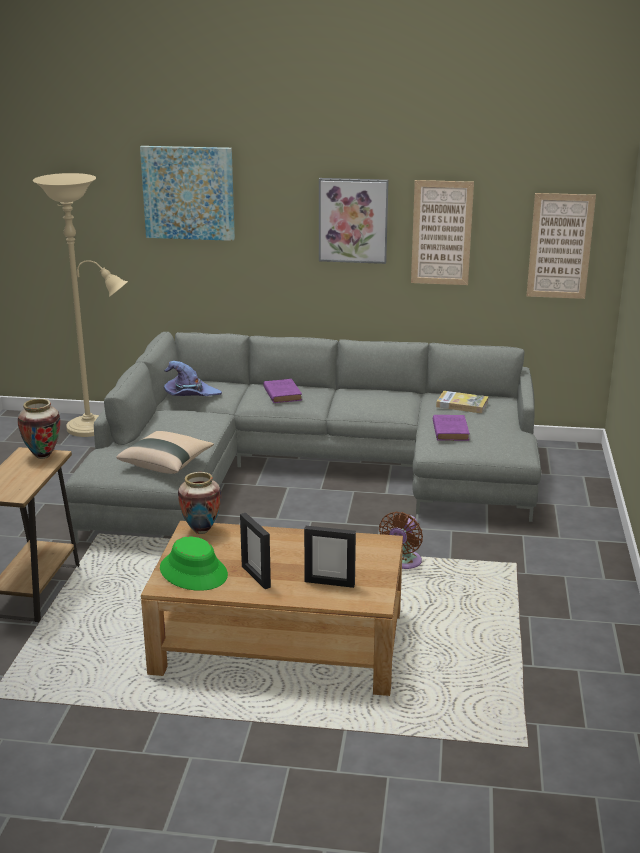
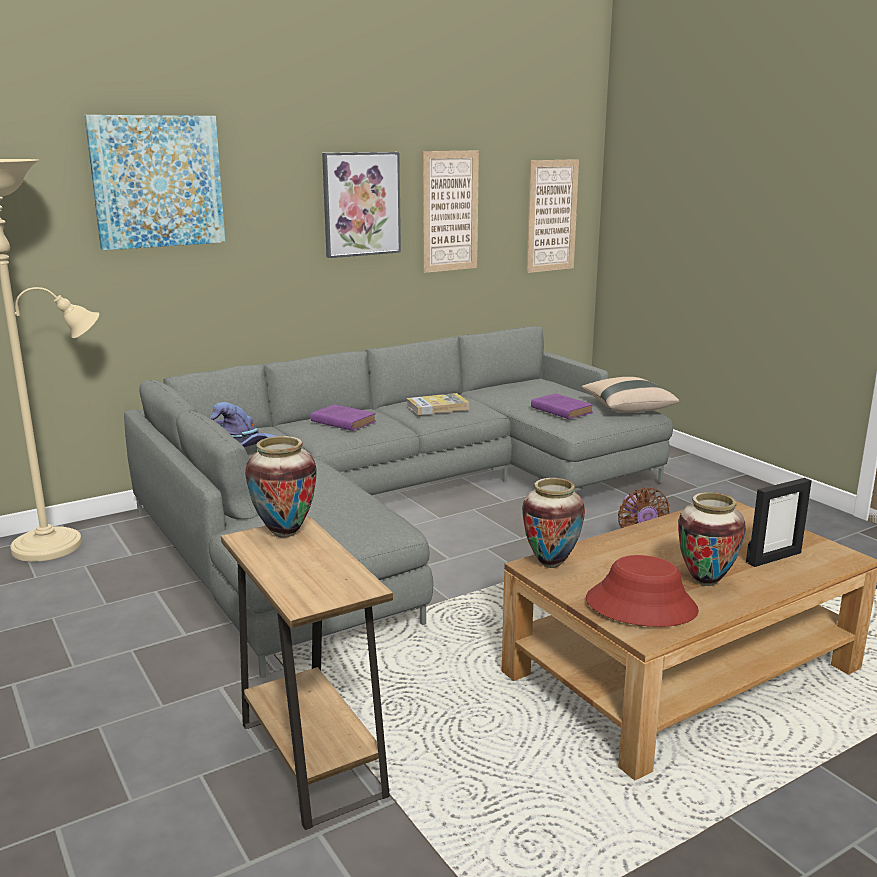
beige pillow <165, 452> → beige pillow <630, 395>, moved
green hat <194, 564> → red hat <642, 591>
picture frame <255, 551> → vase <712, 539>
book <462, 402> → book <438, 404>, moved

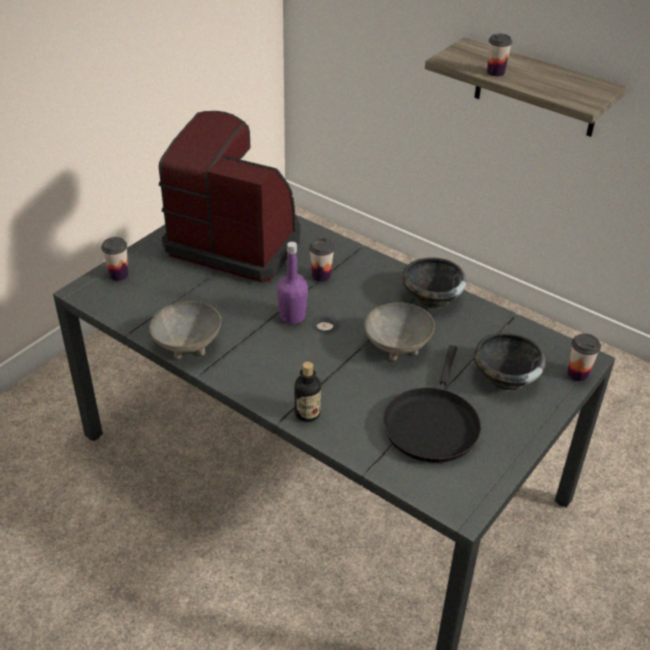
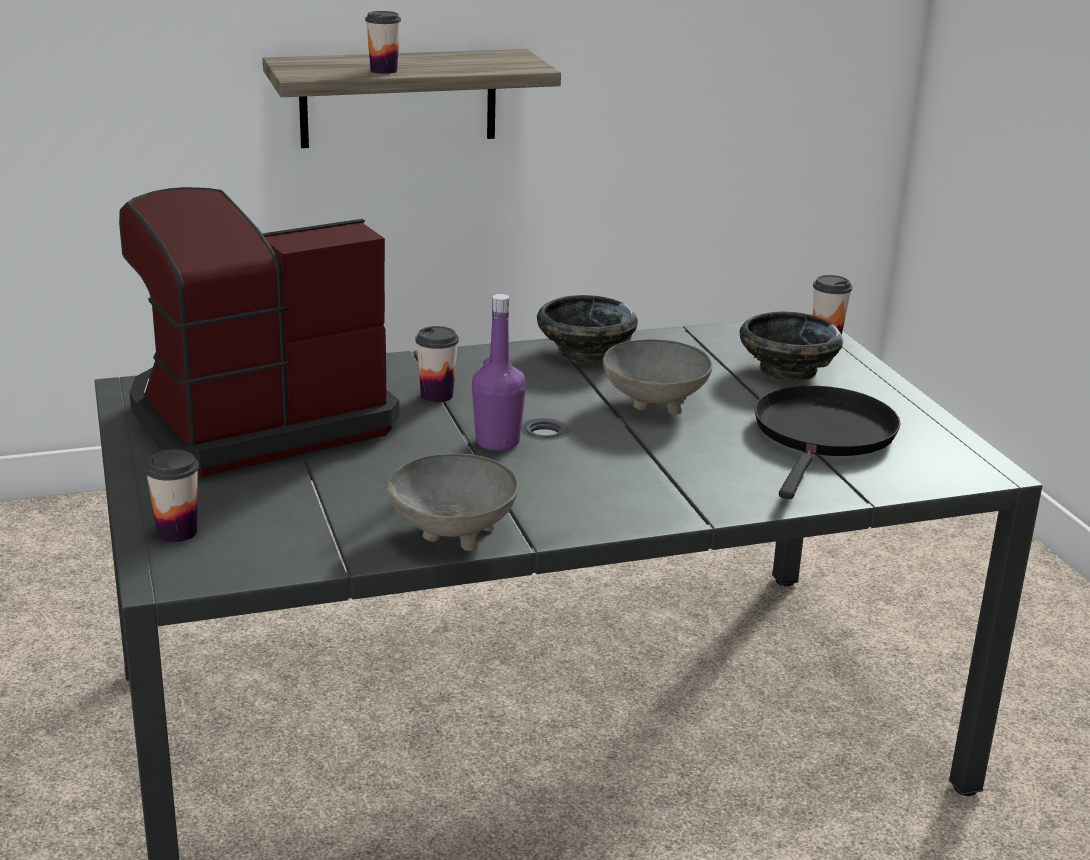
bottle <308, 392> → -
black frying pan <432, 404> → black frying pan <828, 442>, 120 degrees counterclockwise

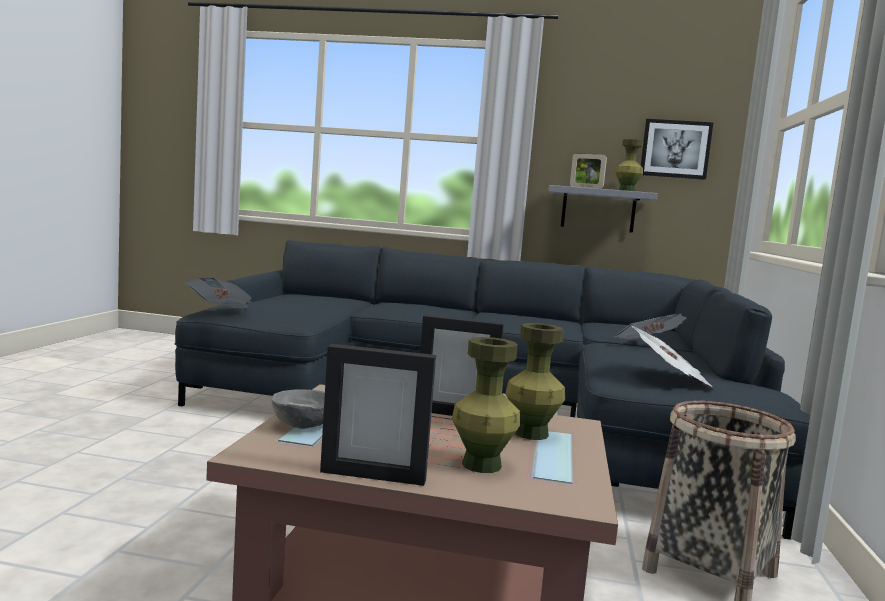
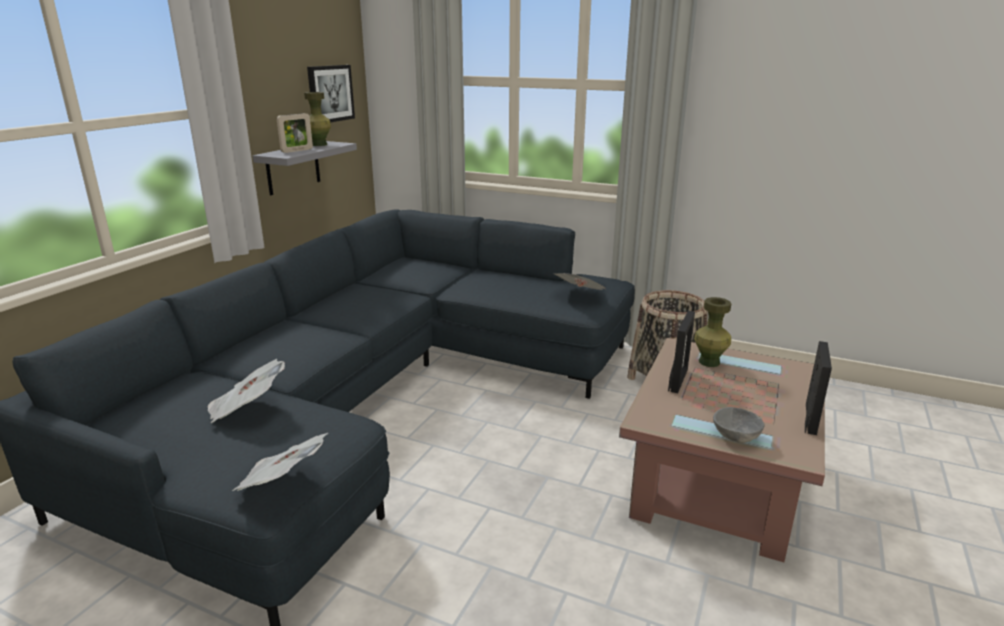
green vase <486, 405> → -
newspaper <650, 326> → newspaper <246, 391>, moved

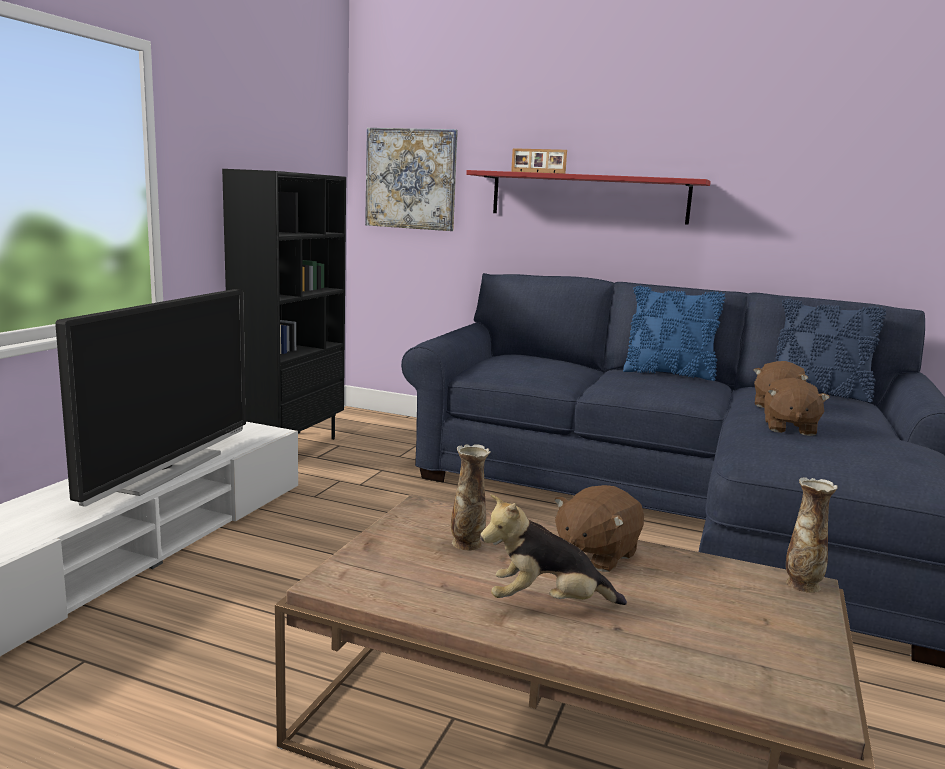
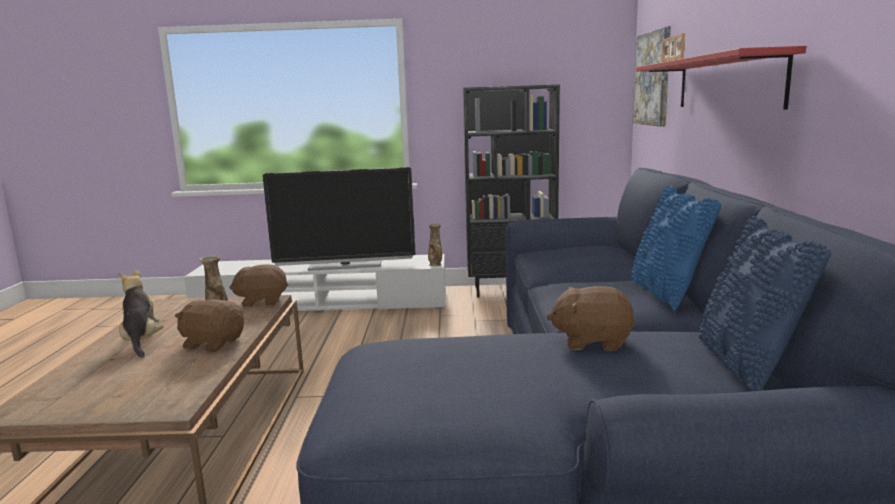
brown plush toy <797, 407> → brown plush toy <258, 285>, moved
vase <812, 535> → vase <435, 244>, moved

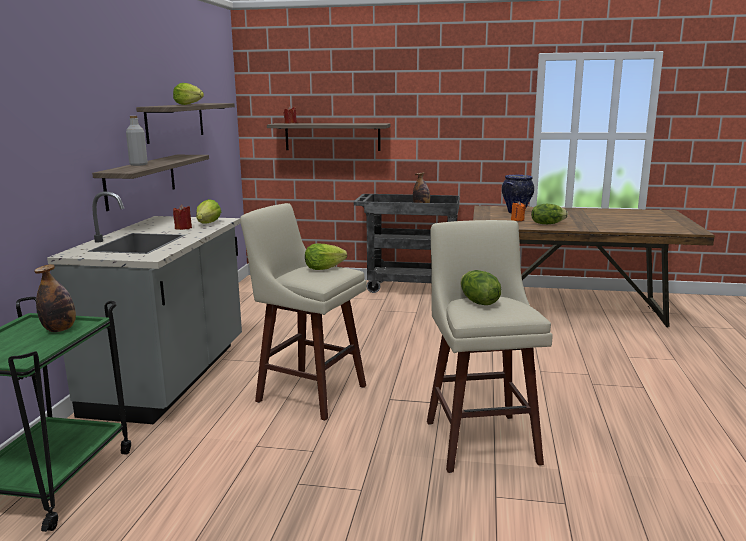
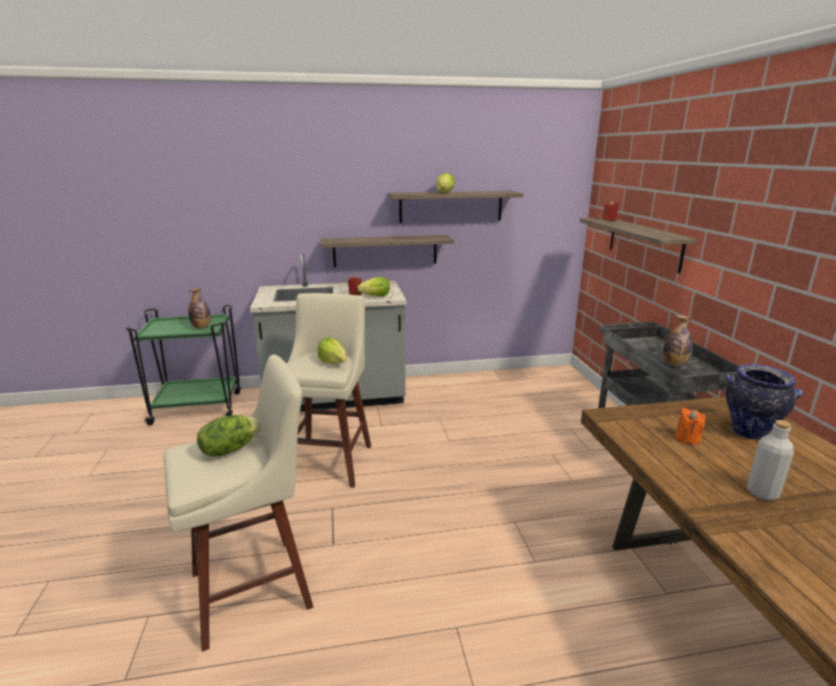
grey bottle <137, 141> → grey bottle <770, 460>, moved
lettuce <549, 214> → -

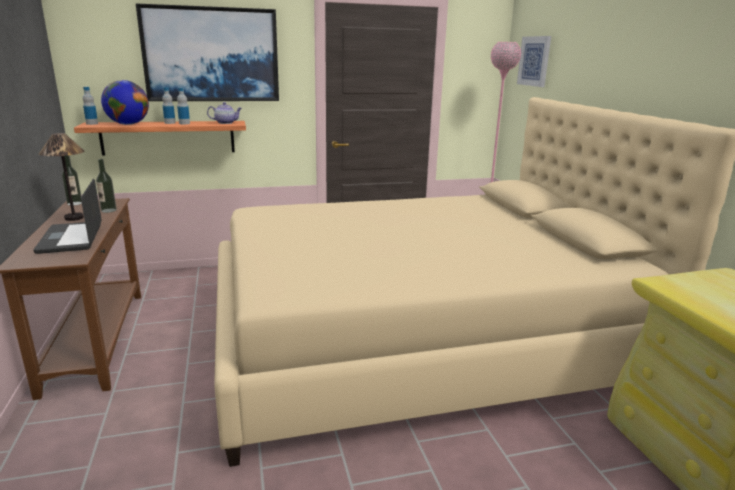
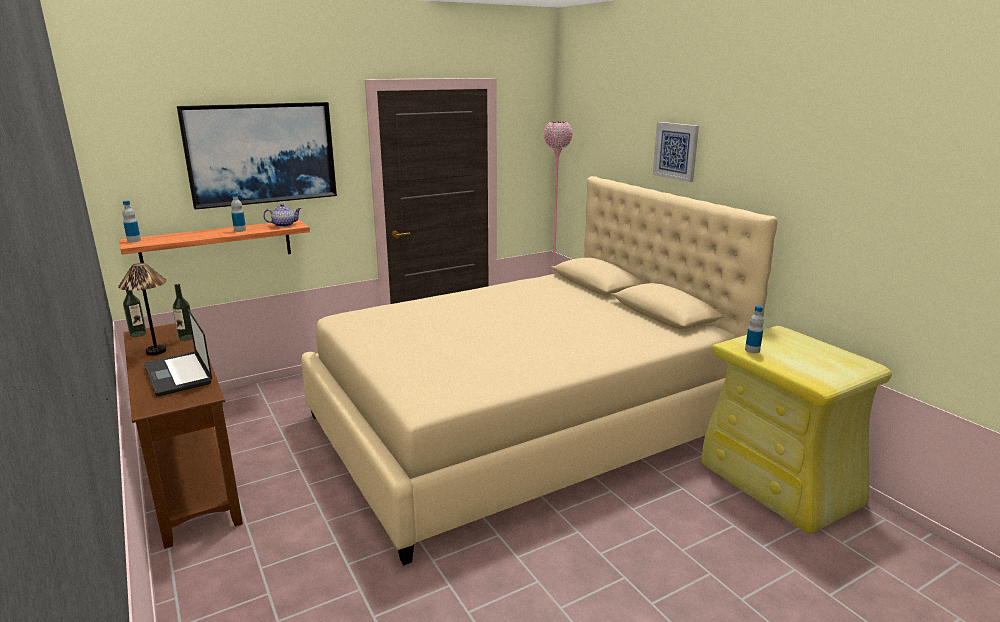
globe <125, 102> → -
bottle <169, 105> → bottle <754, 329>, moved
picture <534, 61> → picture <676, 152>, moved

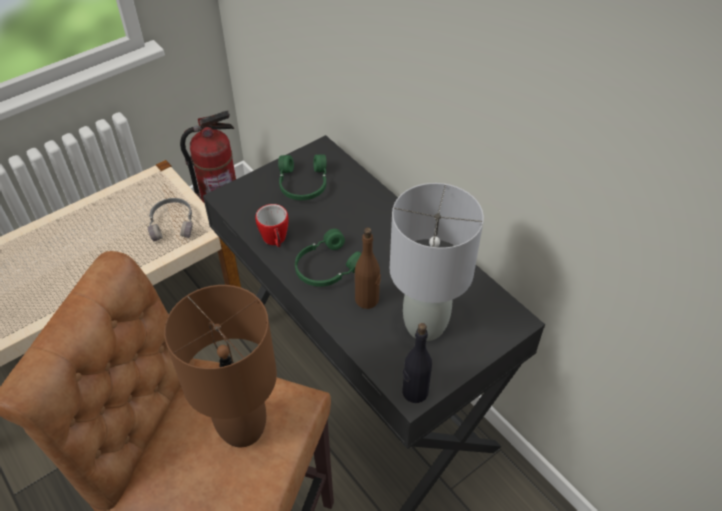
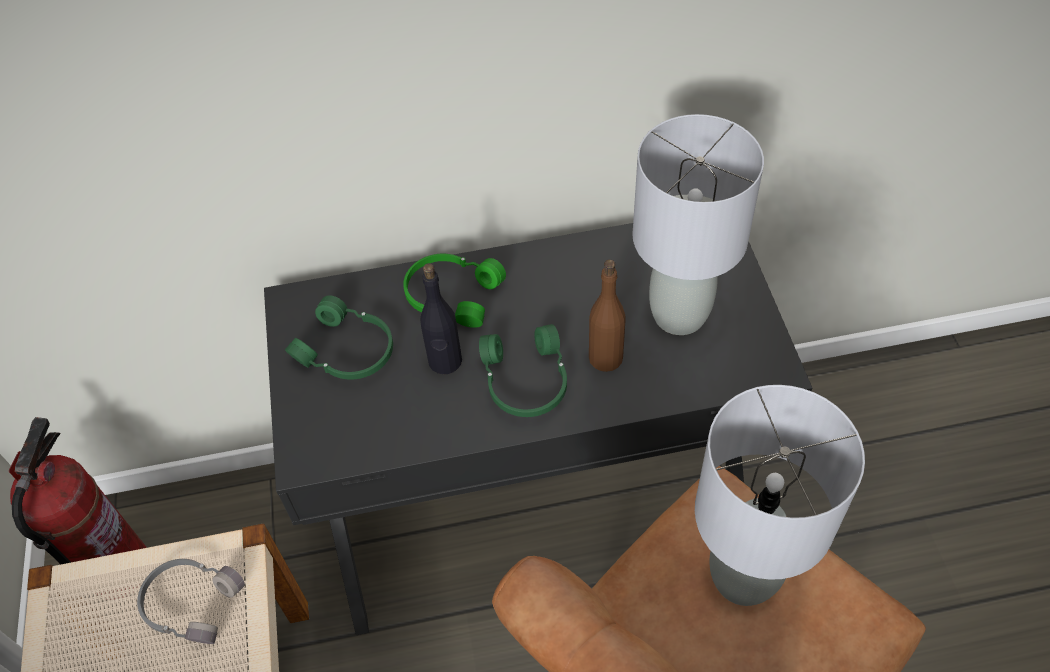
brown table lamp <220, 366> → grey table lamp <780, 495>
mug <272, 225> → -
black bottle <417, 363> → black bottle <441, 319>, moved
- → green headphones <454, 291>

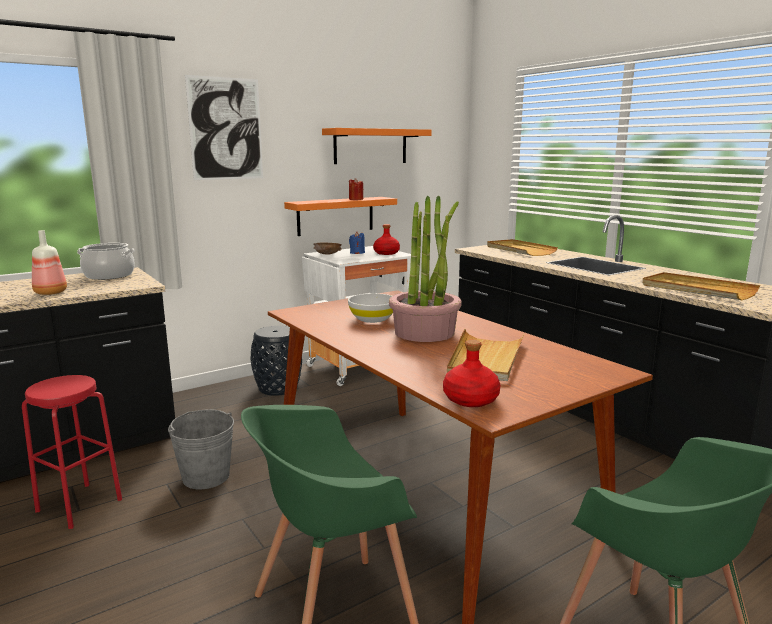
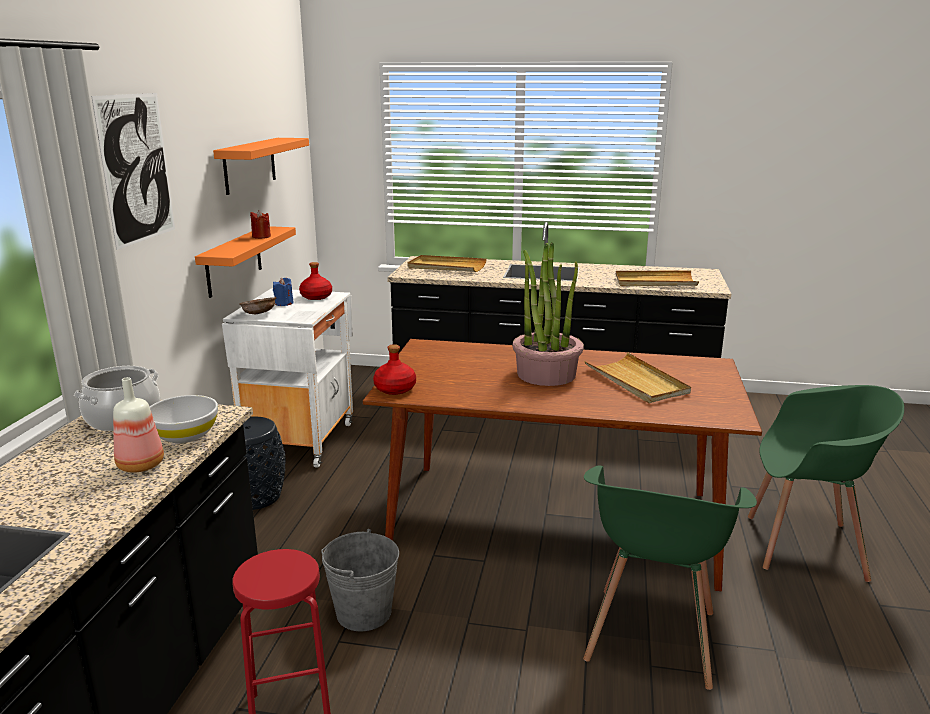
white bowl <370, 308> → white bowl <184, 419>, moved
red bottle <471, 373> → red bottle <394, 369>, moved

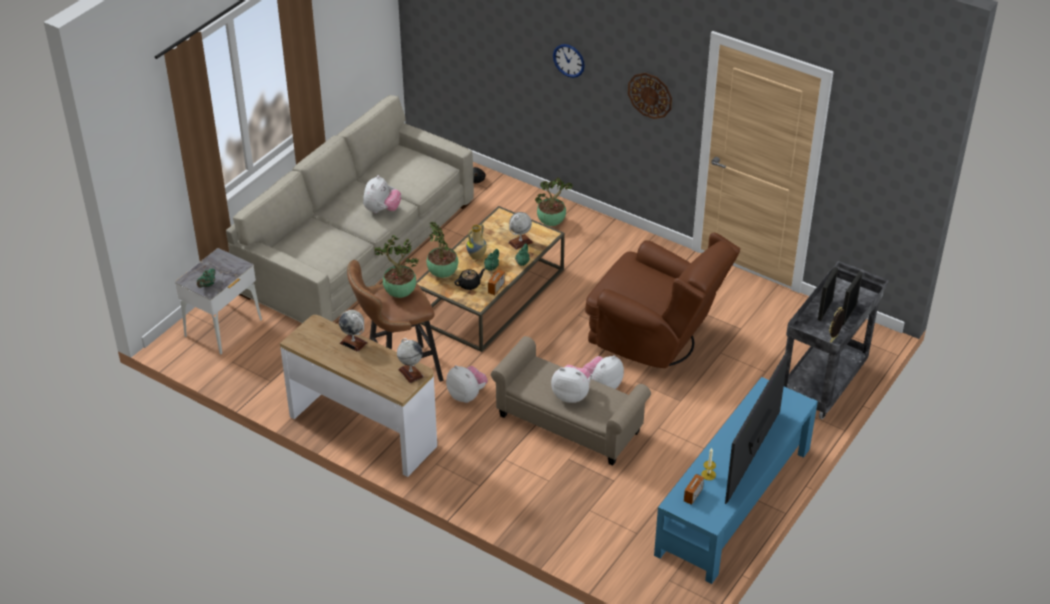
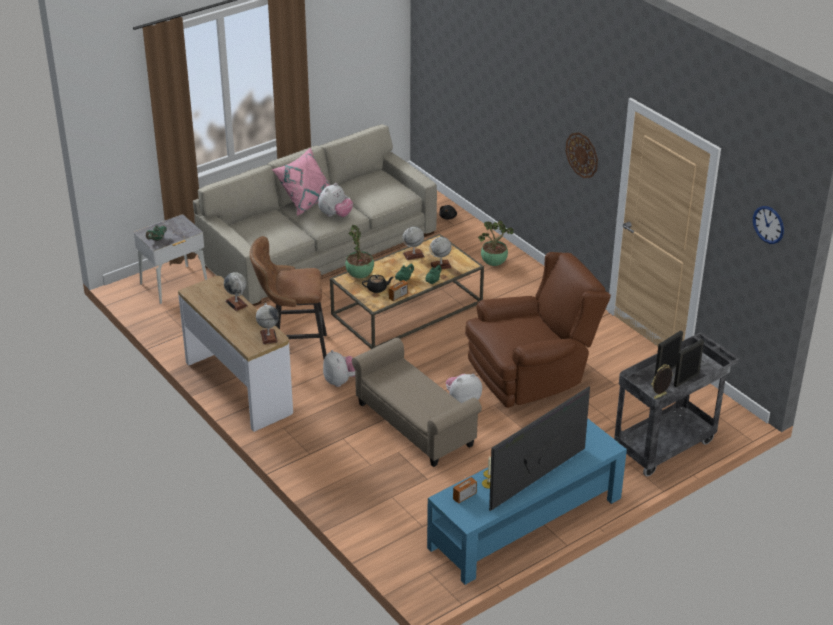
potted plant <396, 266> → -
vase <476, 242> → -
plush toy <571, 384> → -
wall clock <569, 61> → wall clock <768, 225>, moved
brown armchair <663, 300> → brown armchair <538, 330>, 75 degrees counterclockwise
- → pink pillow <301, 182>
- → globe <413, 243>

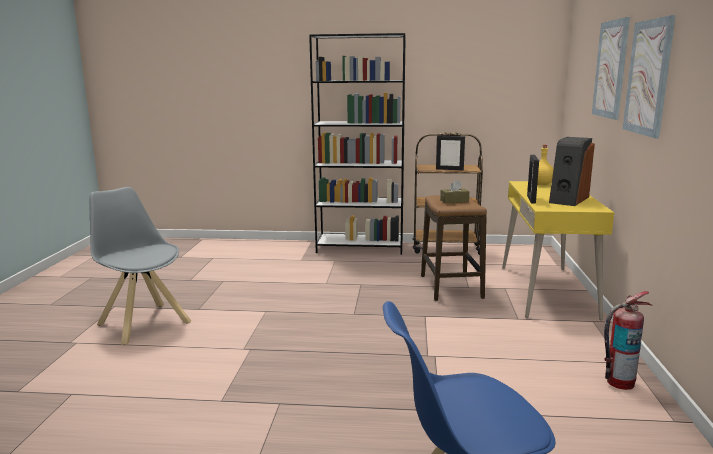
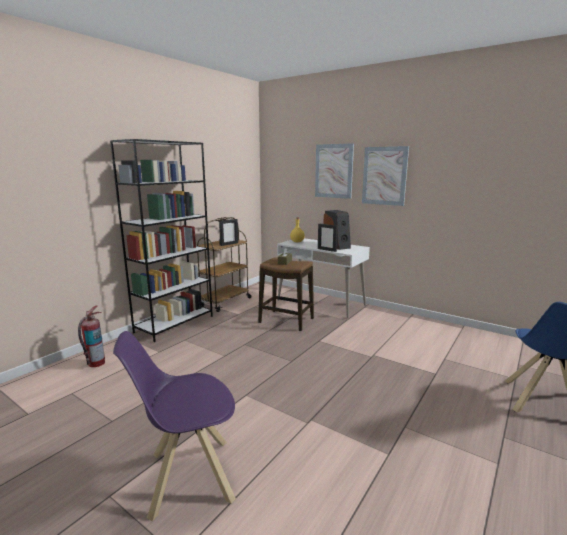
grey chair <140, 266> → purple chair <174, 426>
yellow desk <558, 250> → white desk <323, 278>
fire extinguisher <628, 340> → fire extinguisher <91, 336>, moved

